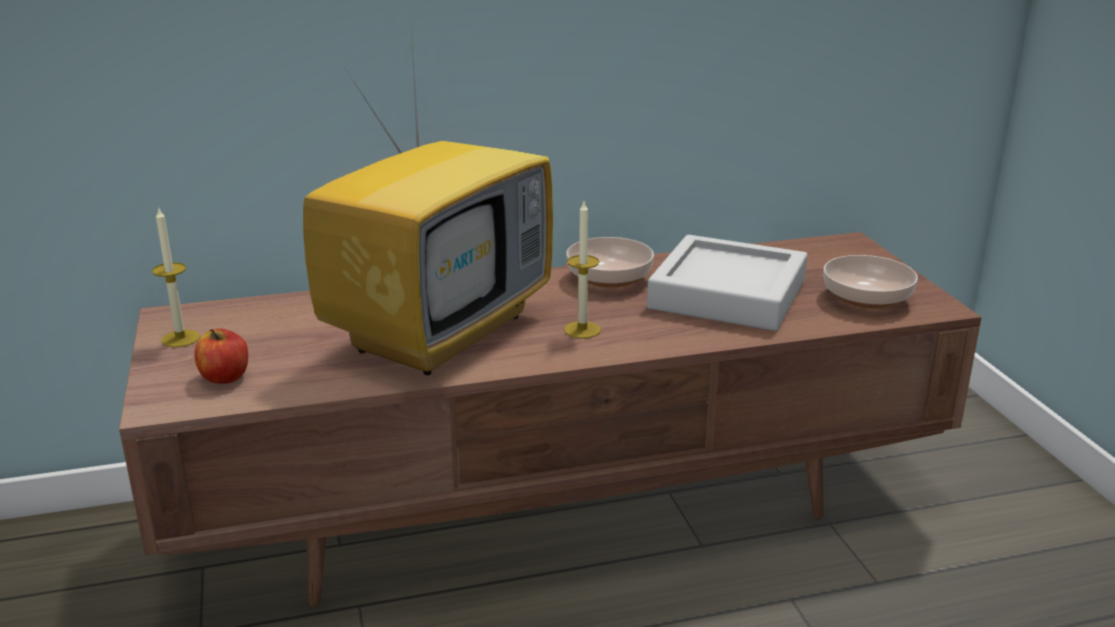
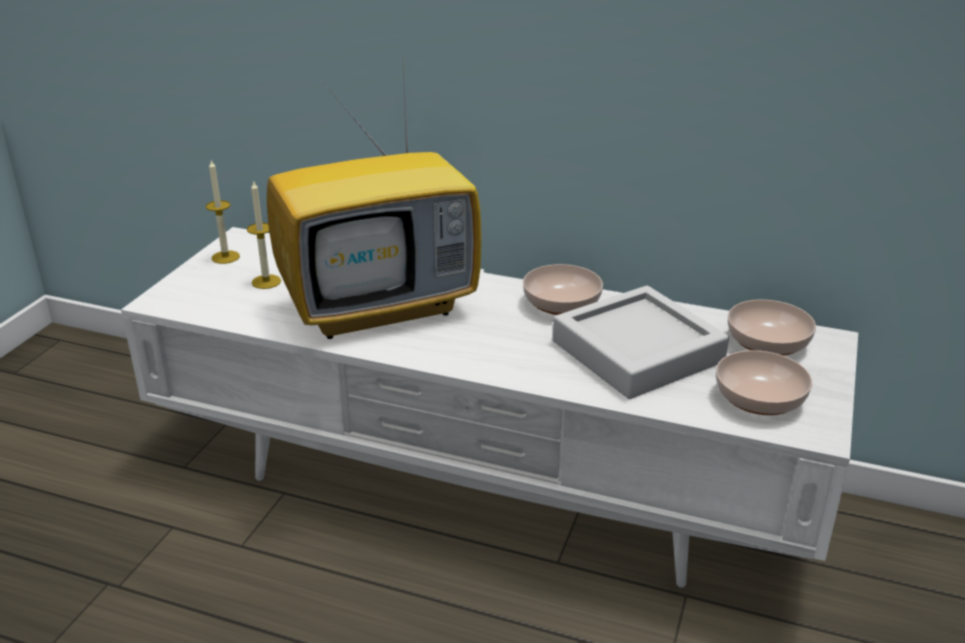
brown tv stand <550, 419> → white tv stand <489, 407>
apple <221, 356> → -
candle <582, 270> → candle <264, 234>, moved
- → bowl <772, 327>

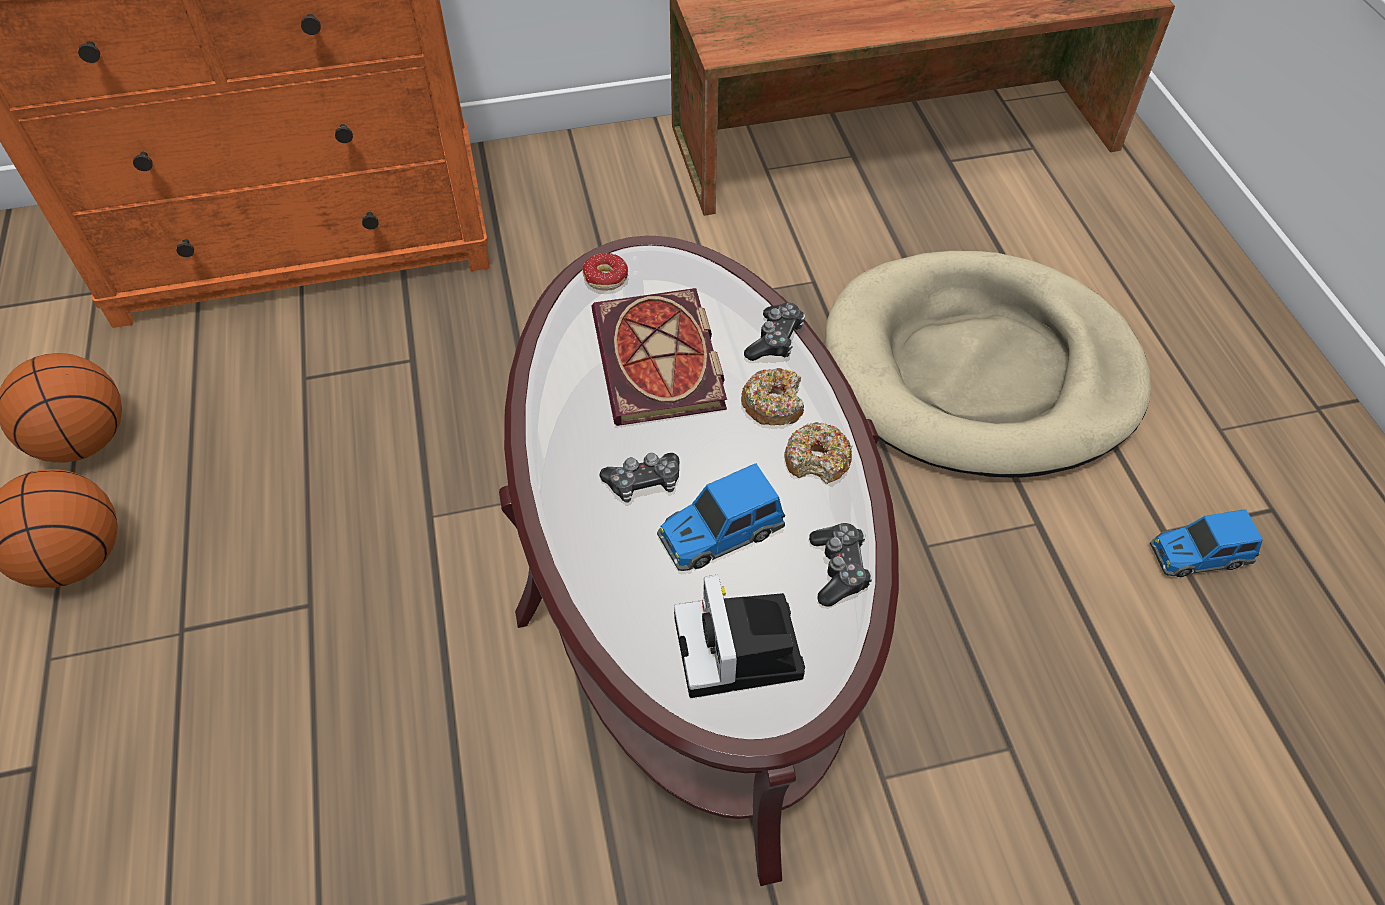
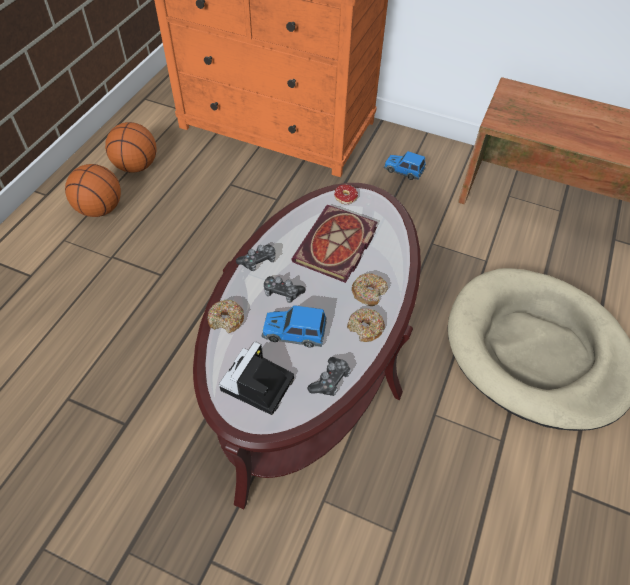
game controller <774, 332> → game controller <255, 257>, moved
toy car <1206, 543> → toy car <405, 165>, moved
- → donut <226, 316>

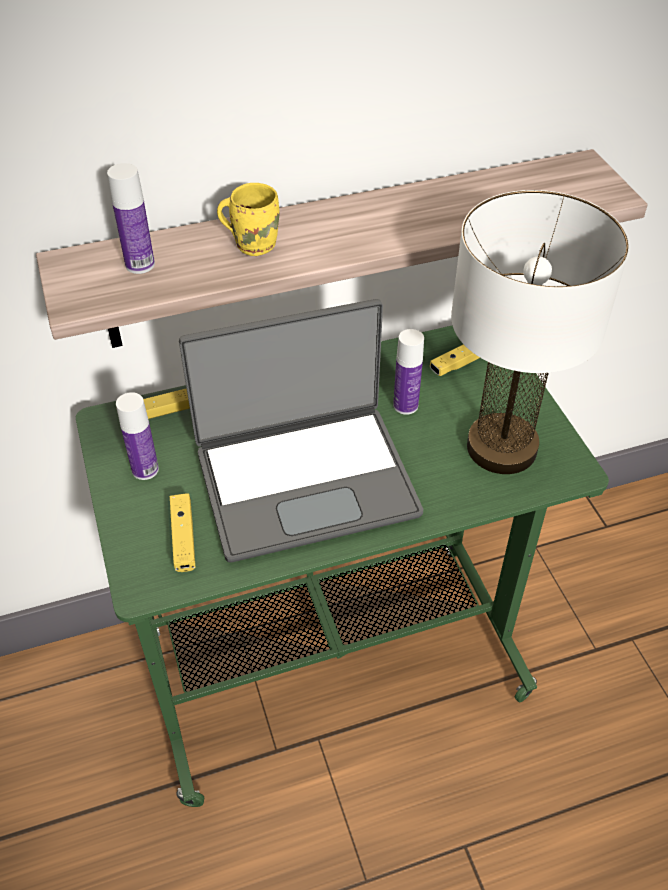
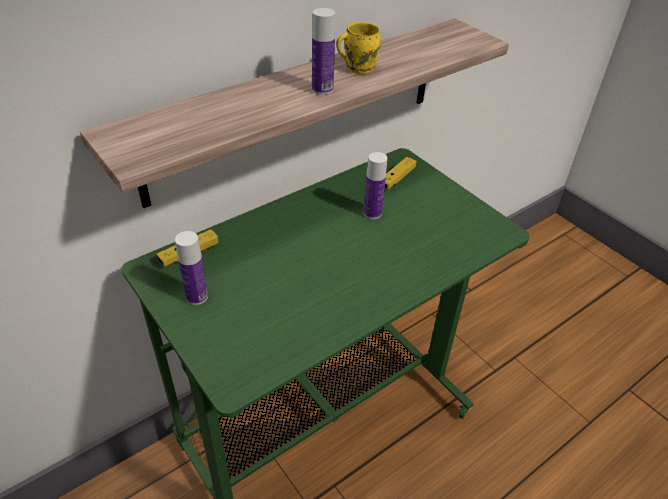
bottle <131, 218> → bottle <323, 51>, moved
yellow game controller <183, 533> → -
laptop <301, 430> → -
yellow mug <248, 219> → yellow mug <358, 48>, moved
table lamp <540, 332> → -

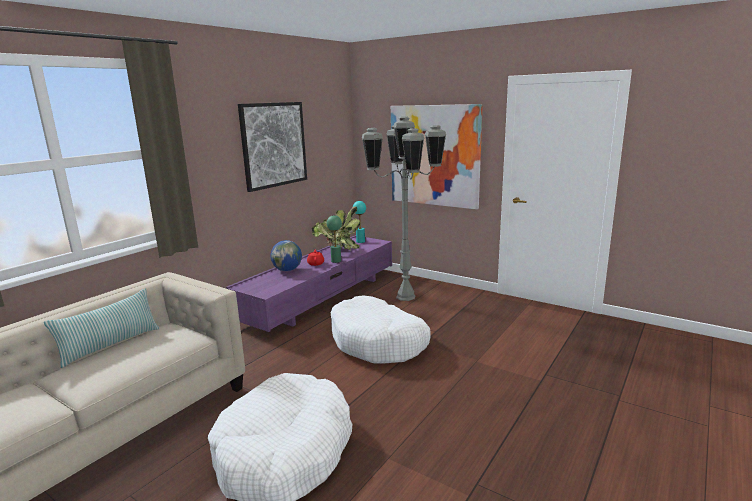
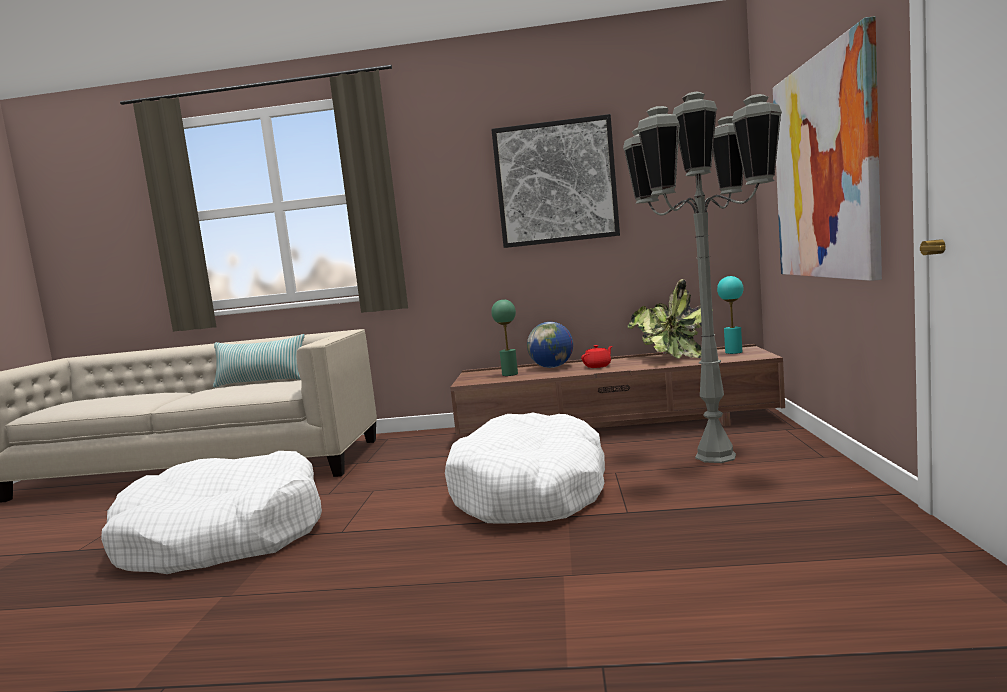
purple tv stand <309, 283> → brown tv stand <617, 389>
green table lamp <334, 239> → green table lamp <504, 337>, moved

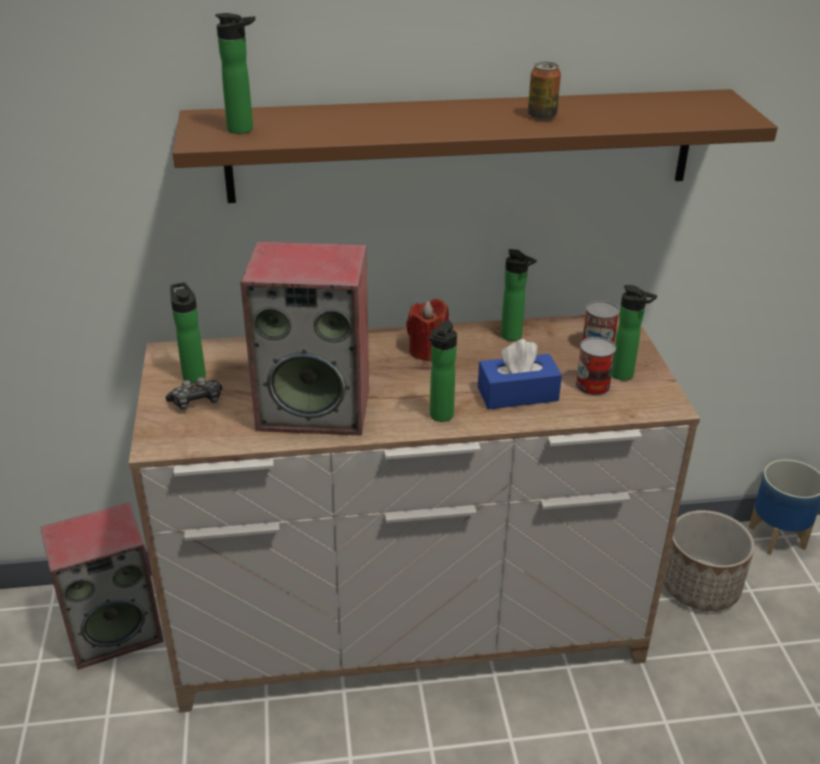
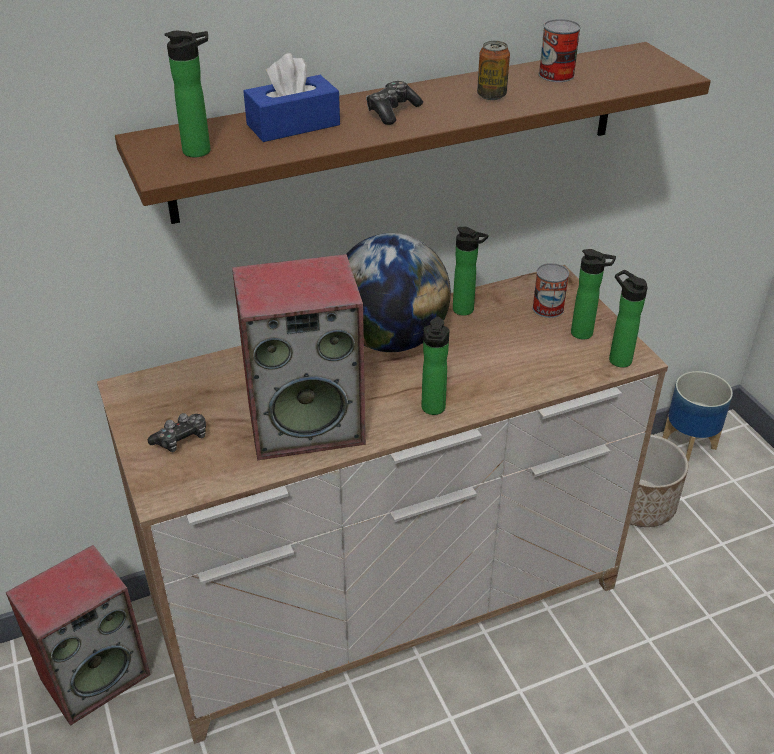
bottle <188, 332> → bottle <628, 319>, moved
red candle <427, 330> → globe <399, 292>
blue tissue box <520, 374> → blue tissue box <291, 97>, moved
can <596, 366> → can <560, 50>, moved
- → game controller <394, 103>

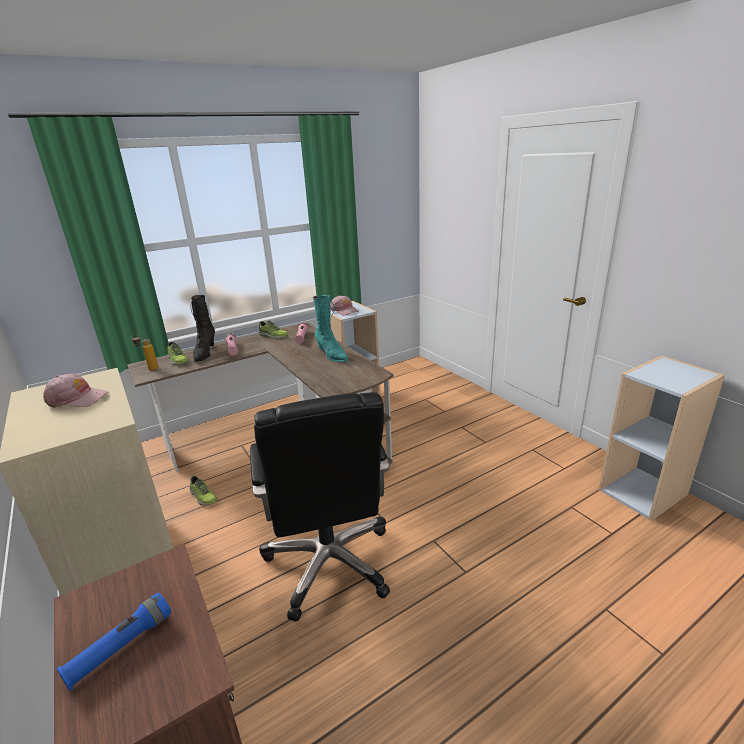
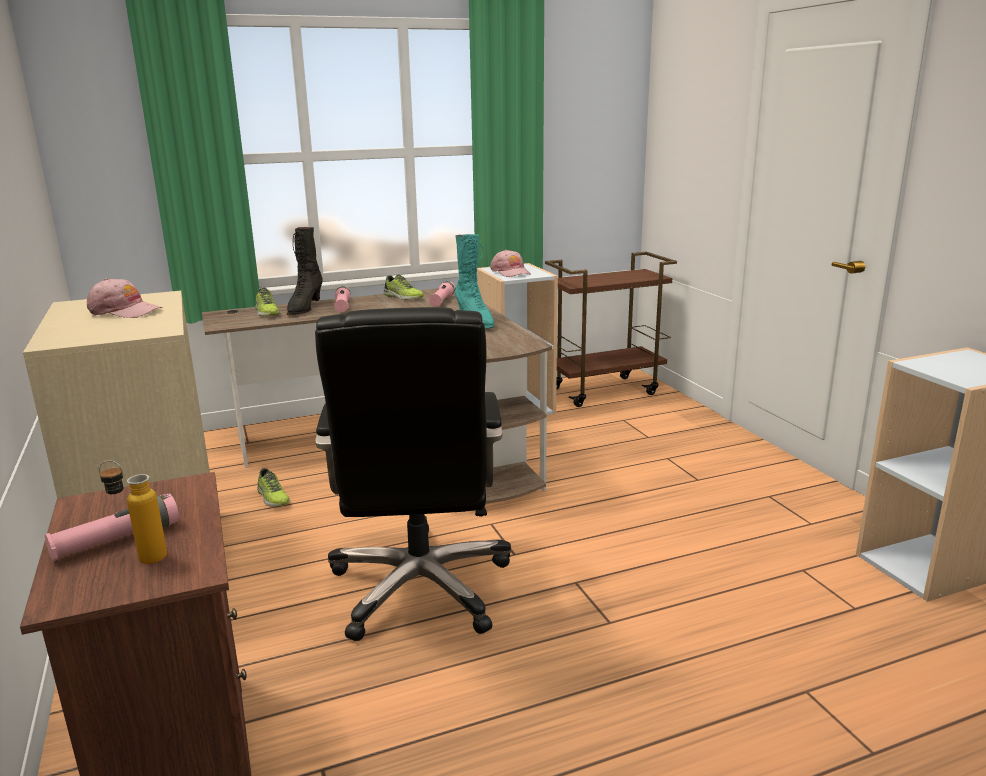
blue flashlight <114, 642> → pink flashlight <112, 527>
bottle <144, 352> → bottle <133, 512>, moved
- → brown cart <611, 329>

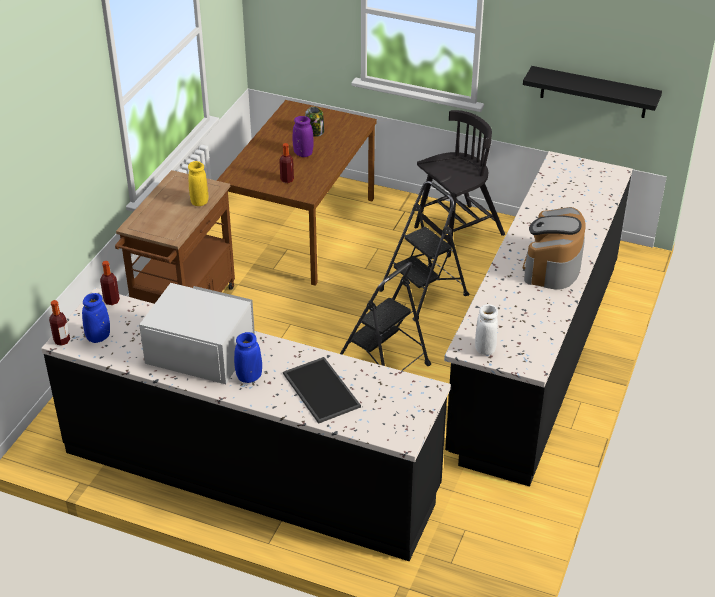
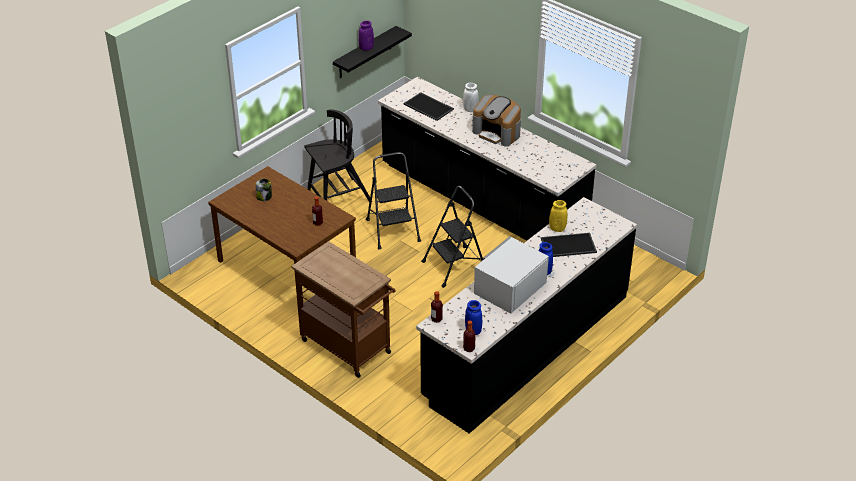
yellow vase <198, 183> → yellow vase <558, 216>, moved
purple vase <303, 136> → purple vase <366, 36>, moved
black chair <459, 184> → black chair <337, 155>, 75 degrees clockwise
white vase <486, 329> → white vase <471, 97>, moved
- → tray <429, 106>

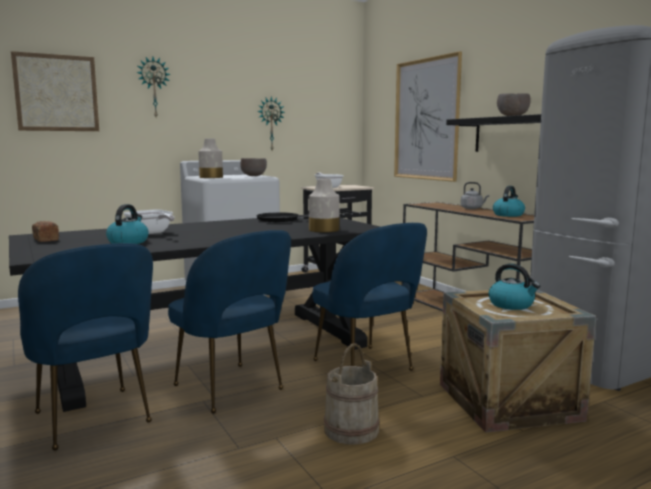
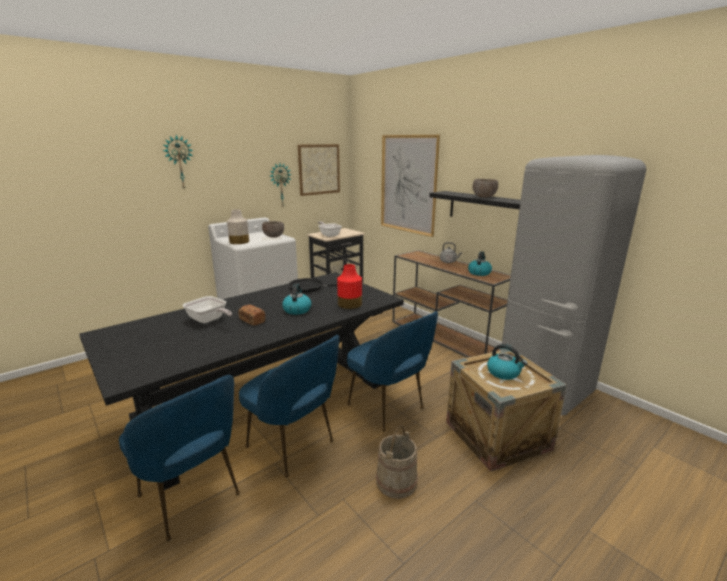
picture <55, 91> → picture <319, 170>, moved
bread <45, 231> → bread <252, 315>, moved
kettle <127, 224> → kettle <296, 299>, moved
beige vase <324, 205> → red vase <349, 286>

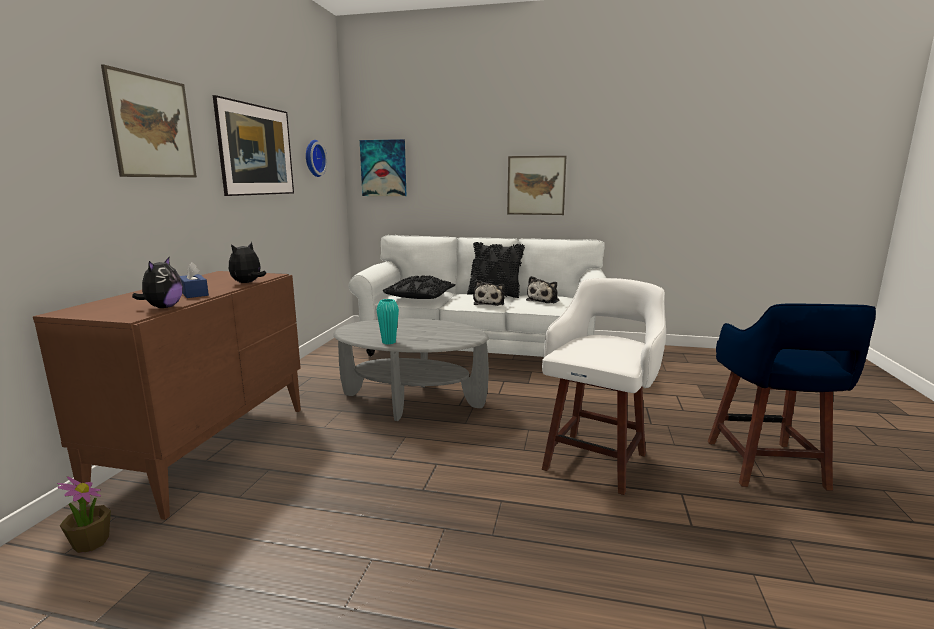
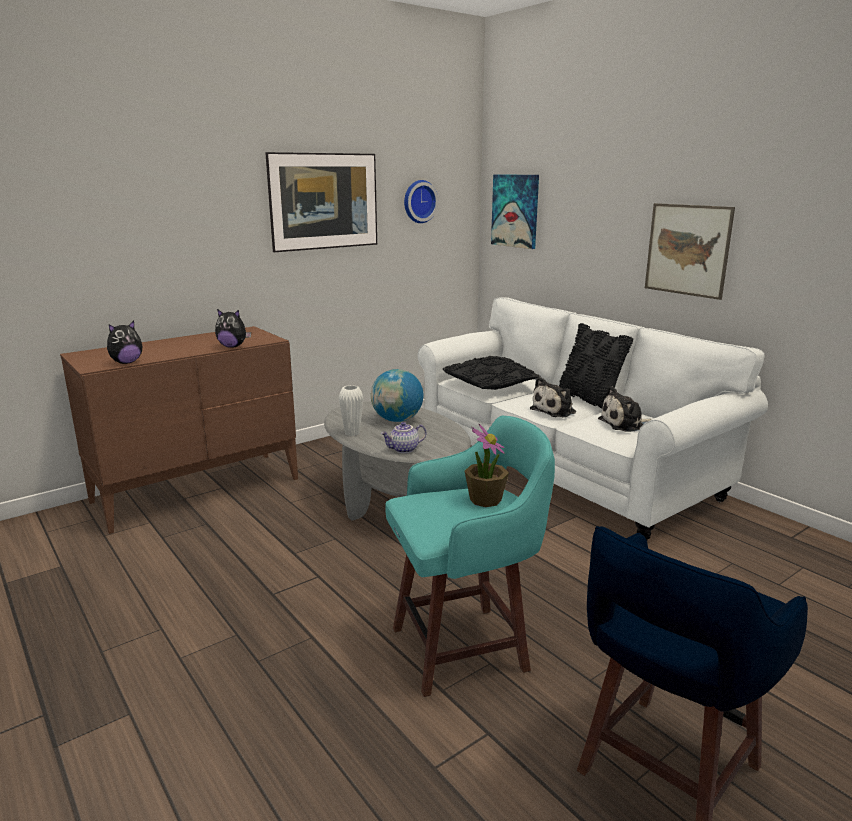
potted plant <84, 514> → potted plant <487, 465>, moved
picture <149, 120> → -
blue tissue box <194, 280> → -
plush toy <247, 262> → plush toy <233, 328>, 150 degrees counterclockwise
turquoise vase <387, 321> → white vase <351, 410>
white stool <604, 386> → turquoise stool <470, 556>
- → globe <397, 395>
- → teapot <403, 437>

